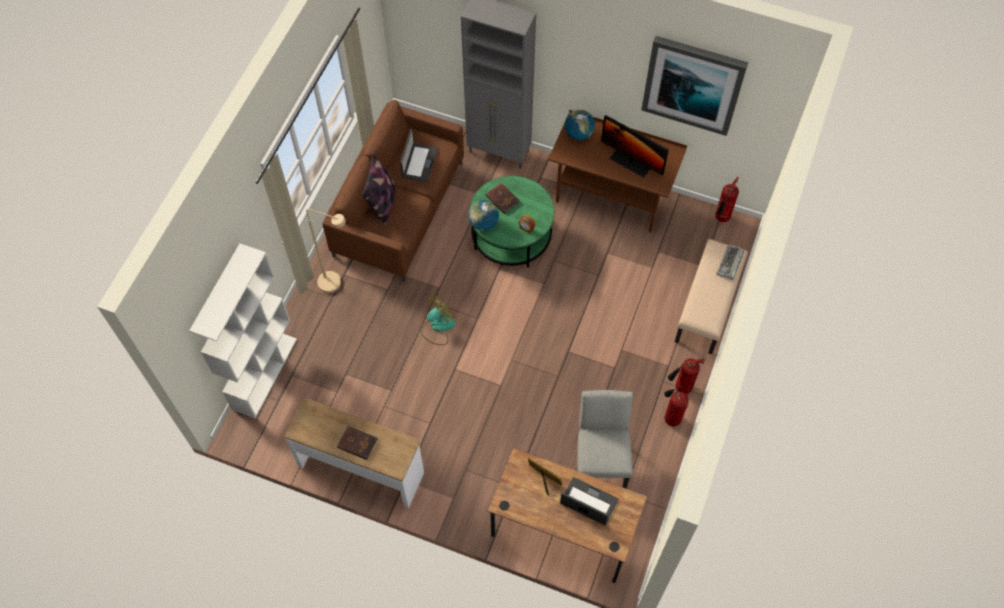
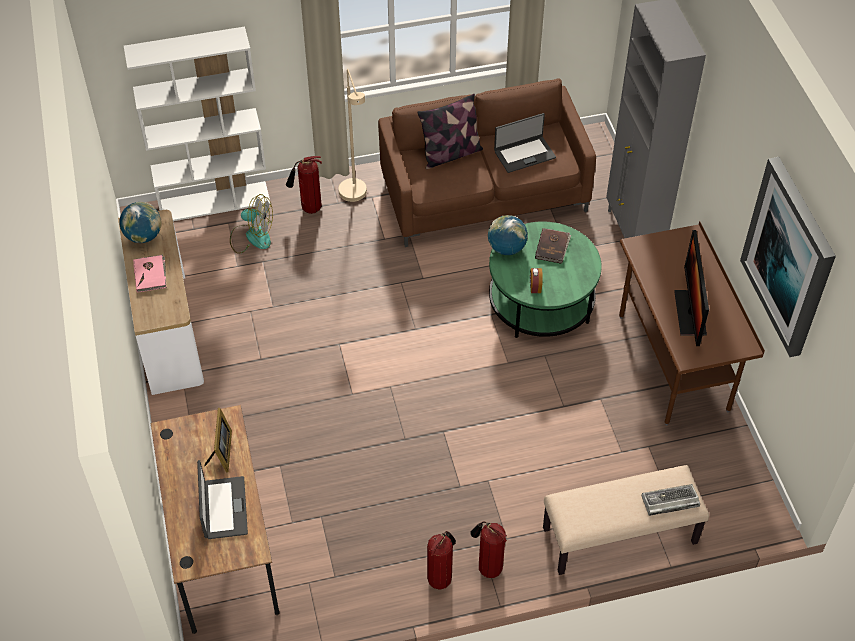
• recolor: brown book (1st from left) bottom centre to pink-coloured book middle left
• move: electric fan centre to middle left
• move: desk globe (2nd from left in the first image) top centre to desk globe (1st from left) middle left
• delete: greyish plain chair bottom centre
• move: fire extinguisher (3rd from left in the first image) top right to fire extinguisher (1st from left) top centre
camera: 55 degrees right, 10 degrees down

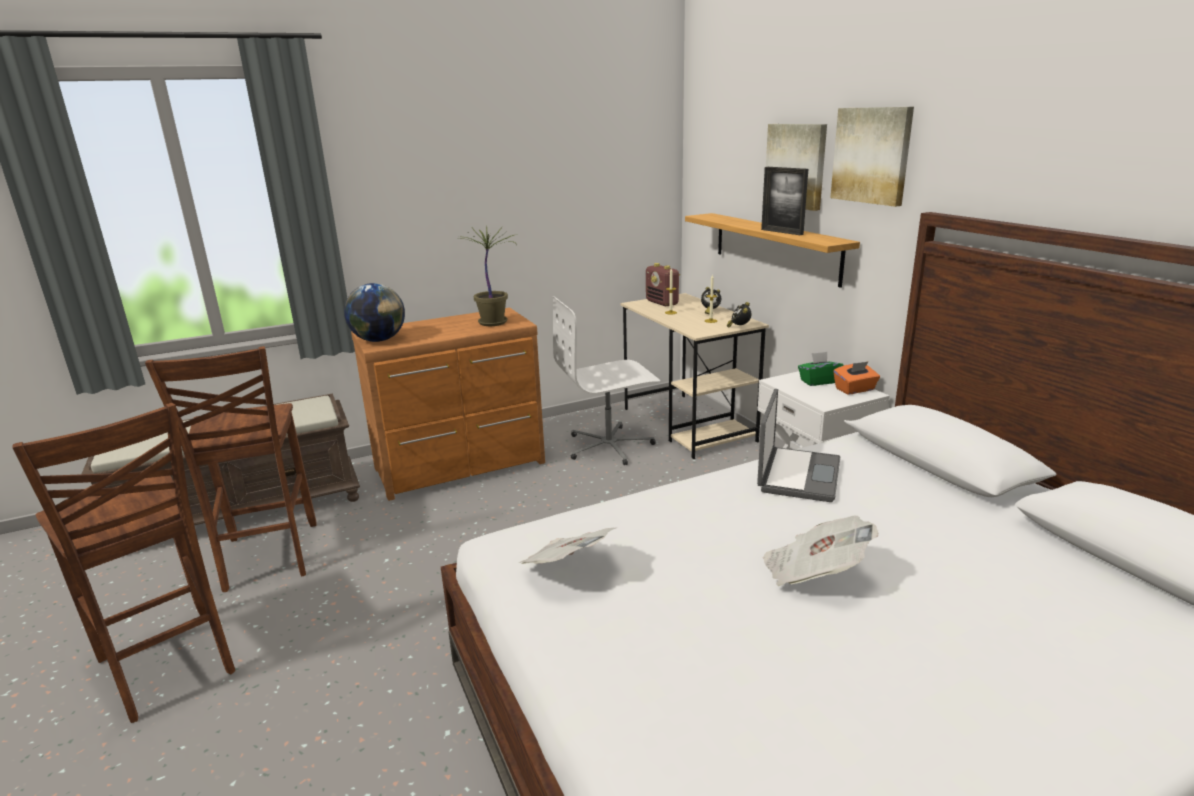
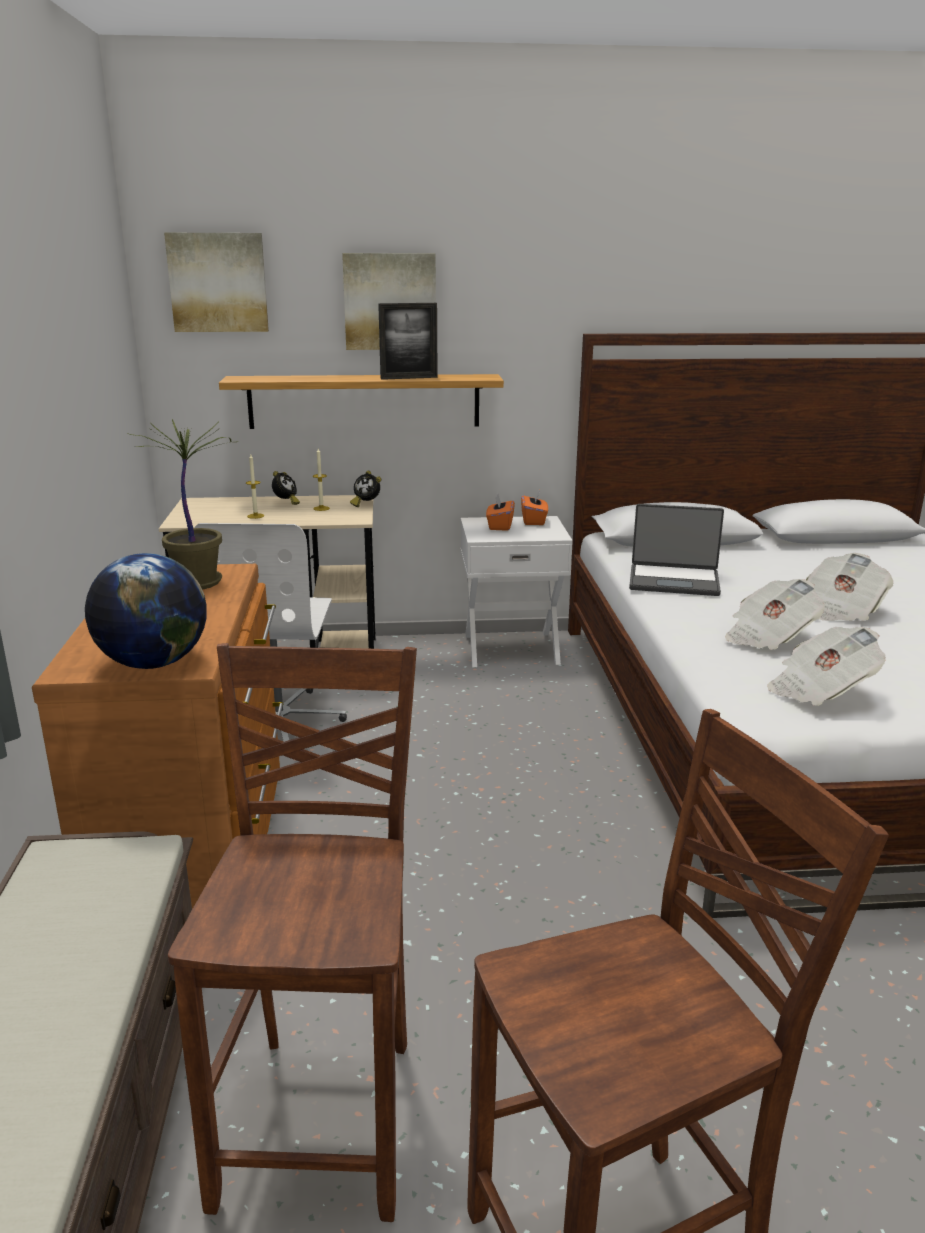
• rotate: brown plain chair (2nd from left in the first image) middle left = bottom left 90 degrees counterclockwise
• delete: radio receiver centre
• rotate: portable computer middle right = middle right 150 degrees clockwise
• recolor: greenish box of tissues middle right to orange-coloured box of tissues (1st from left) centre
• move: wall picture (2nd from left in the first image) top right to wall picture (1st from left) top left
• insert: daily paper (1st from left) middle right
camera: 70 degrees left, 0 degrees up

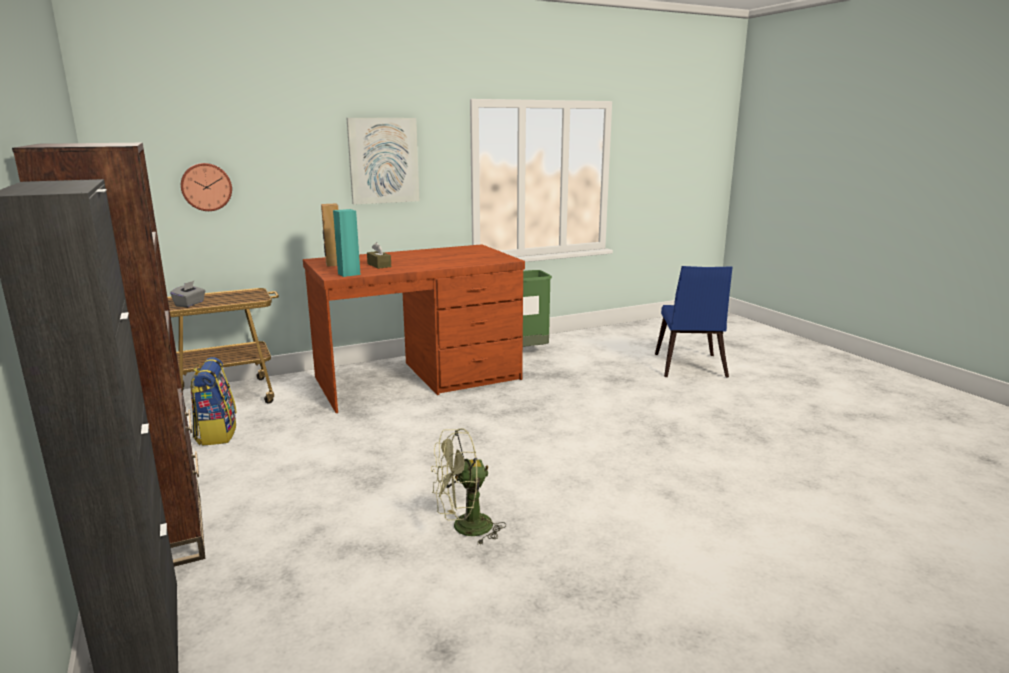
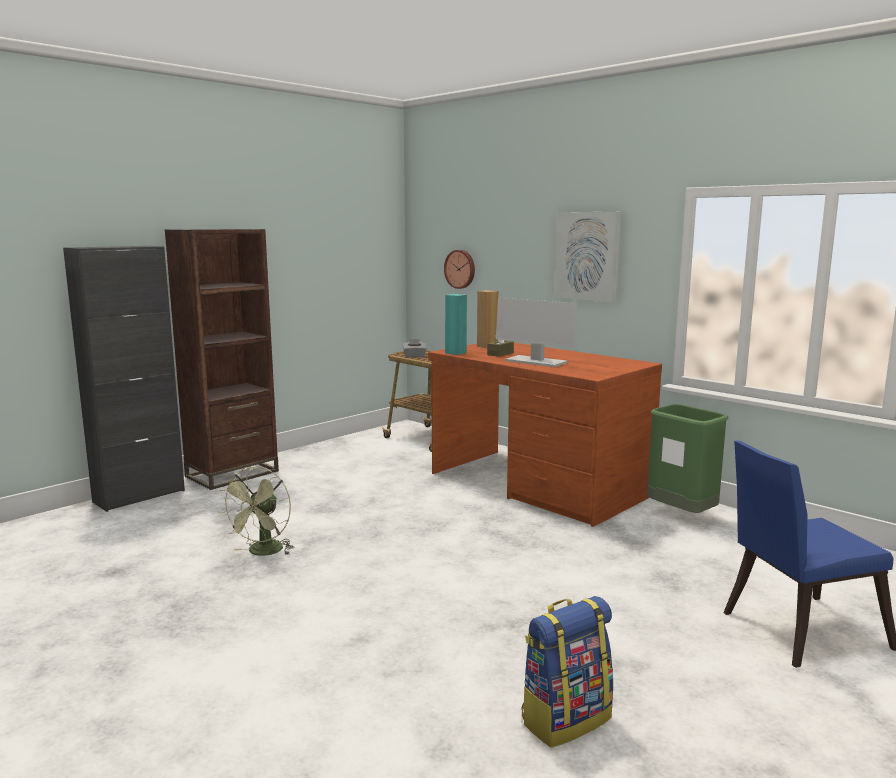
• move: backpack middle left to bottom centre
• rotate: greenish electric fan bottom centre = middle left 120 degrees counterclockwise
• insert: computer screen centre
camera: 70 degrees right, 5 degrees down

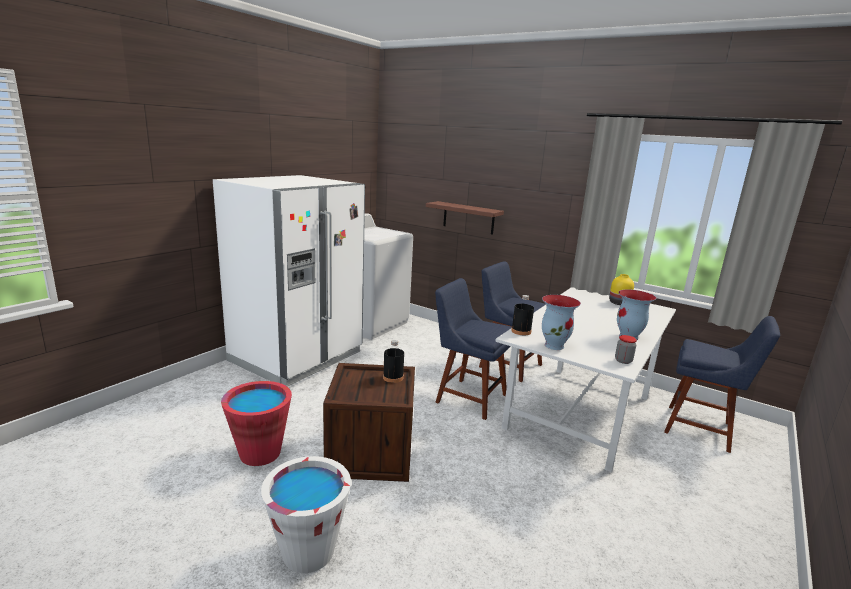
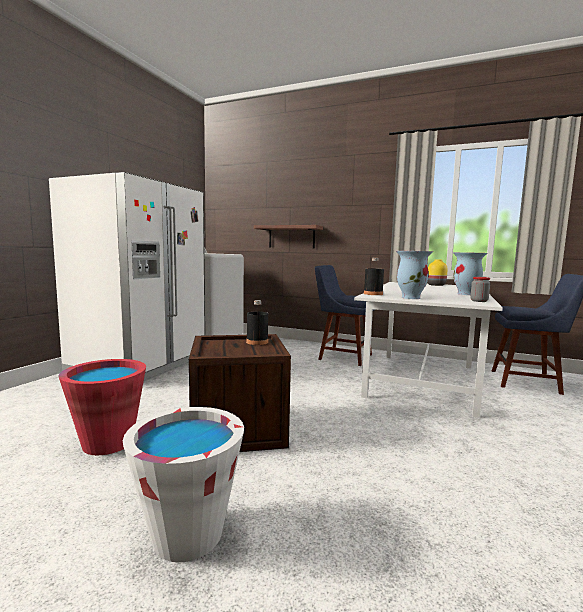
• delete: bluish plain chair (1st from left) centre
camera: 10 degrees left, 10 degrees down

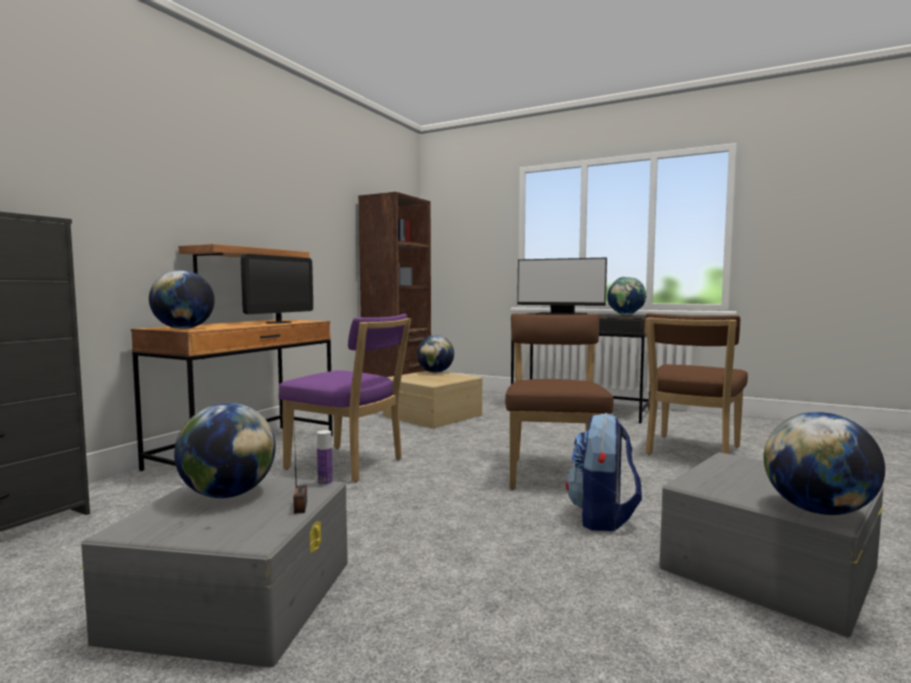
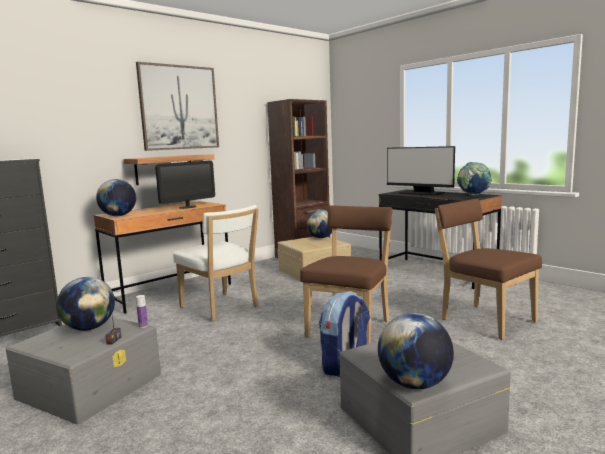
• recolor: purple-coloured plain chair centre to whitish plain chair centre
• rotate: brown plain chair (2nd from left) middle right = middle right 90 degrees clockwise
• insert: wall picture top left
camera: 20 degrees right, 5 degrees up

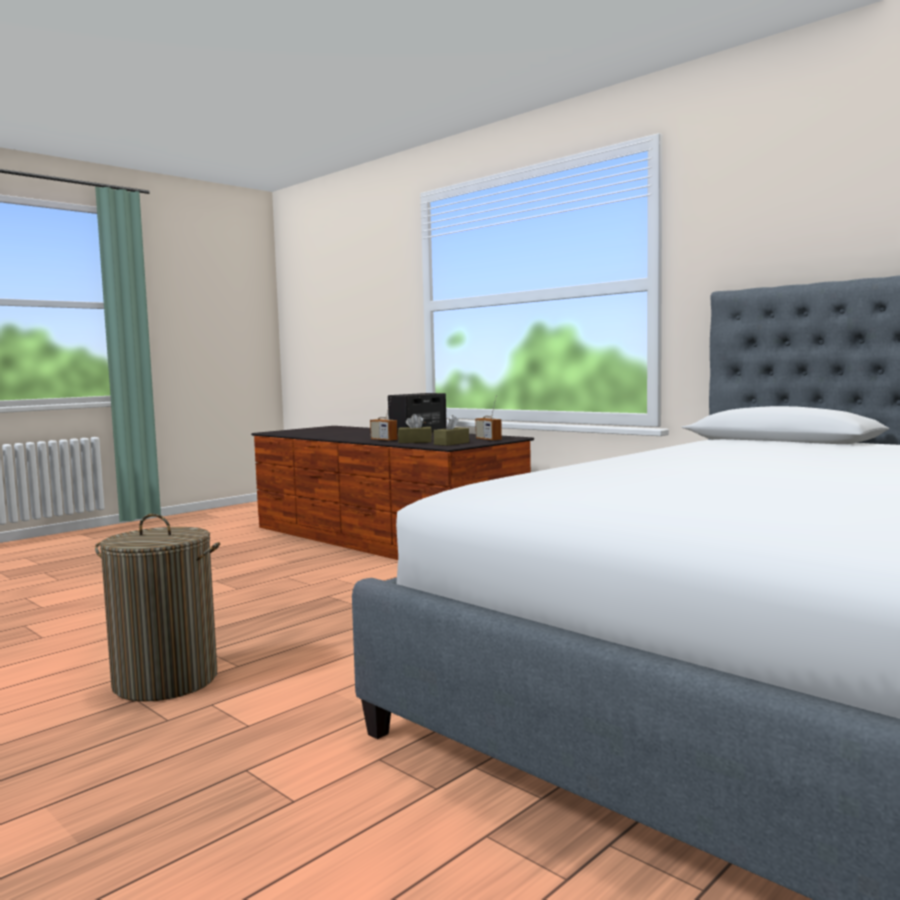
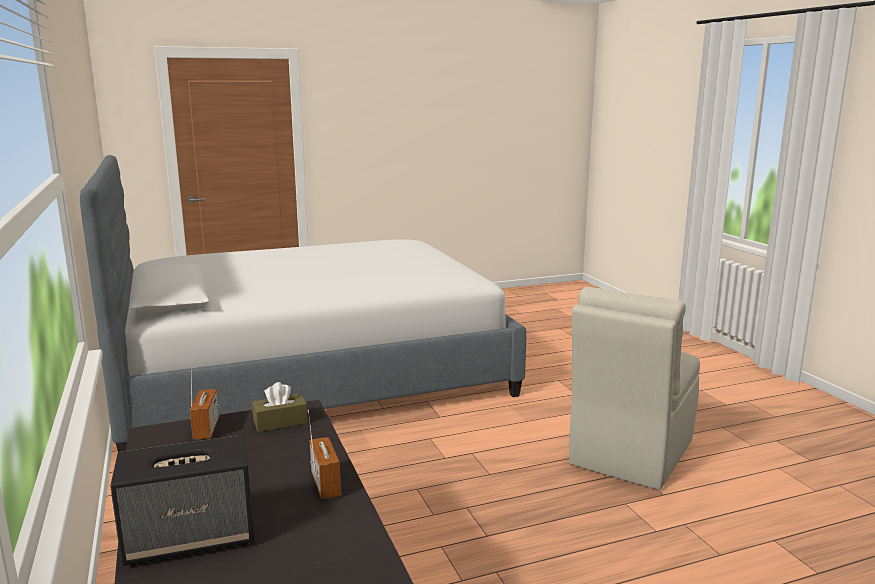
• replace: washing basket bottom left to beige-coloured plain chair middle right
• delete: brown box of tissues (1st from left) centre
camera: 155 degrees left, 10 degrees up

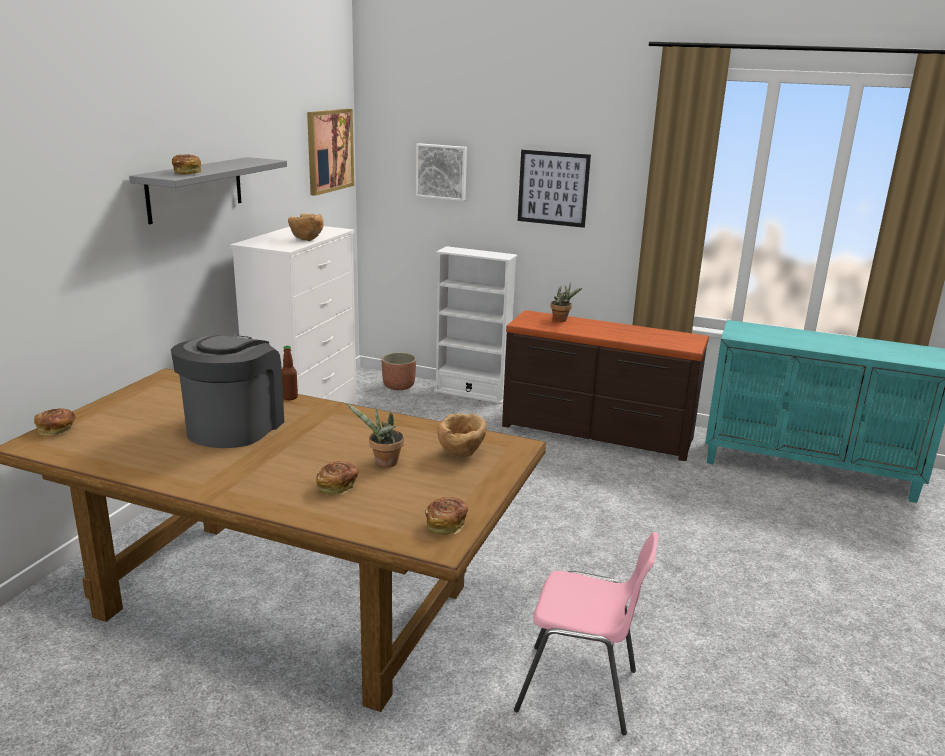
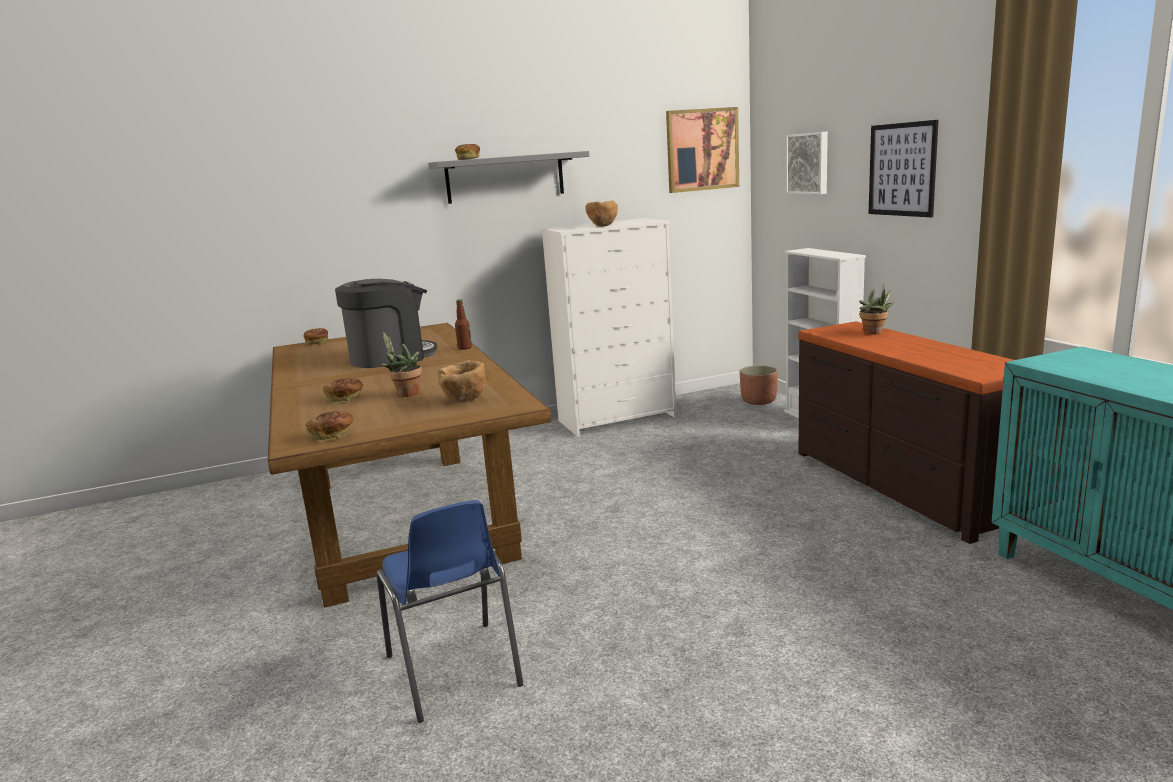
• recolor: pink-coloured plain chair bottom centre to bluish plain chair bottom centre
camera: 50 degrees right, 5 degrees down

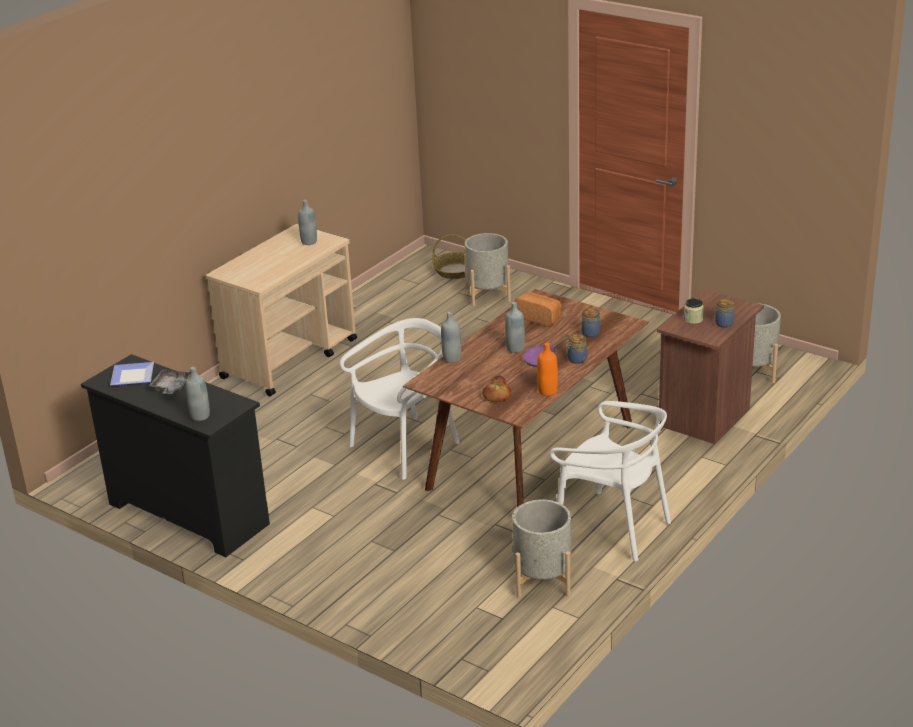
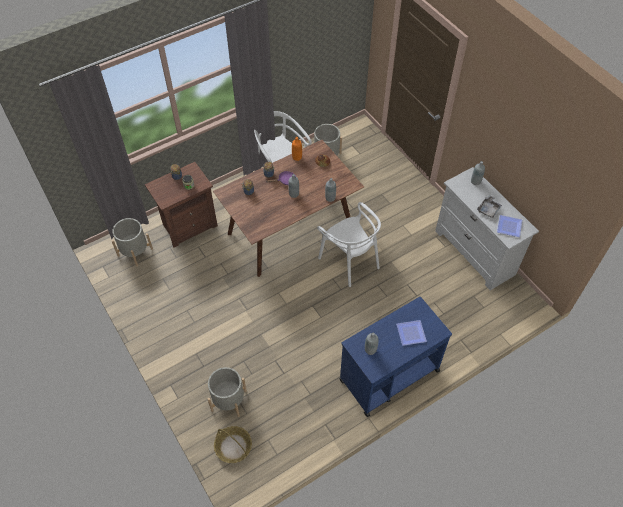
• recolor: black-coloured drawer chest middle left to whitish drawer chest middle right
• recolor: beige-coloured wheeled cart middle left to bluish wheeled cart bottom centre
• rotate: whitish plain chair (1st from left in the first image) centre = centre 105 degrees counterclockwise
• delete: baked bread (2nd from left) centre
• insert: plate (1st from left) centre
camera: 160 degrees left, 25 degrees up

